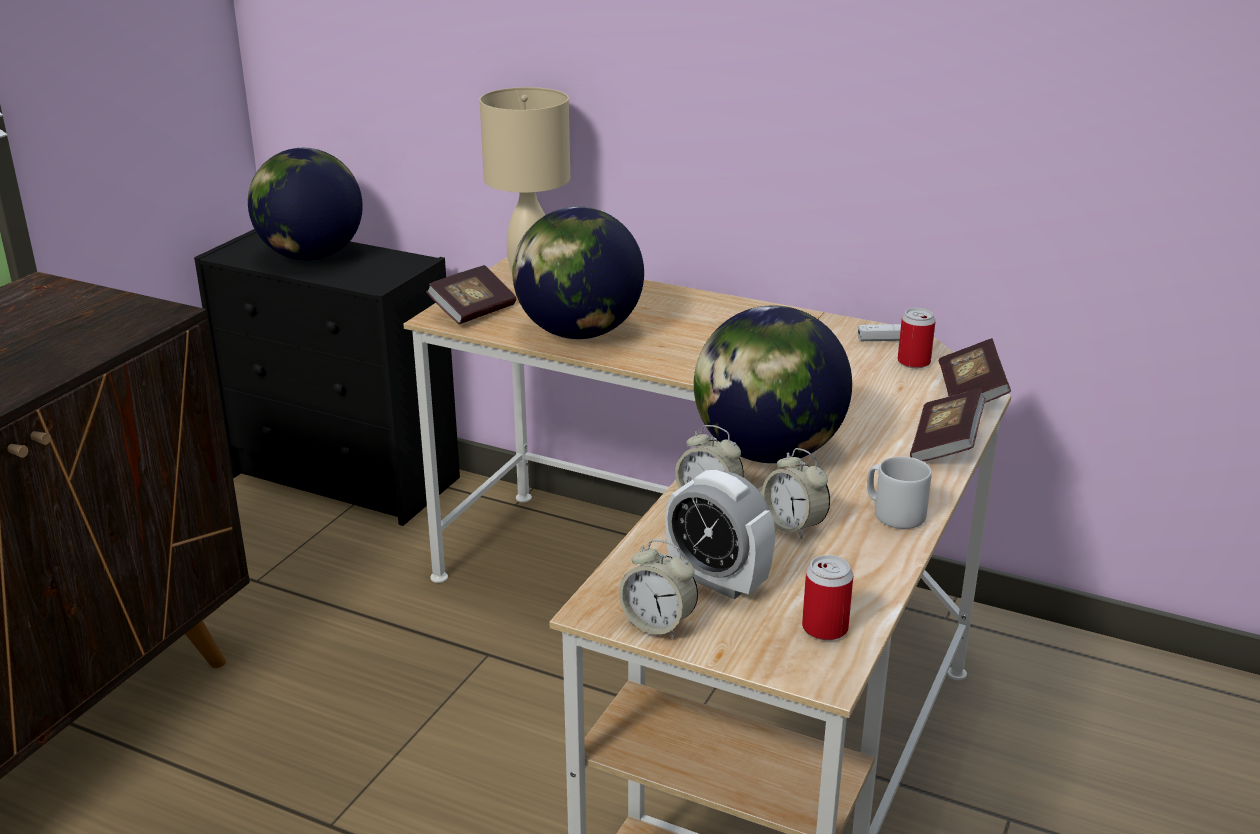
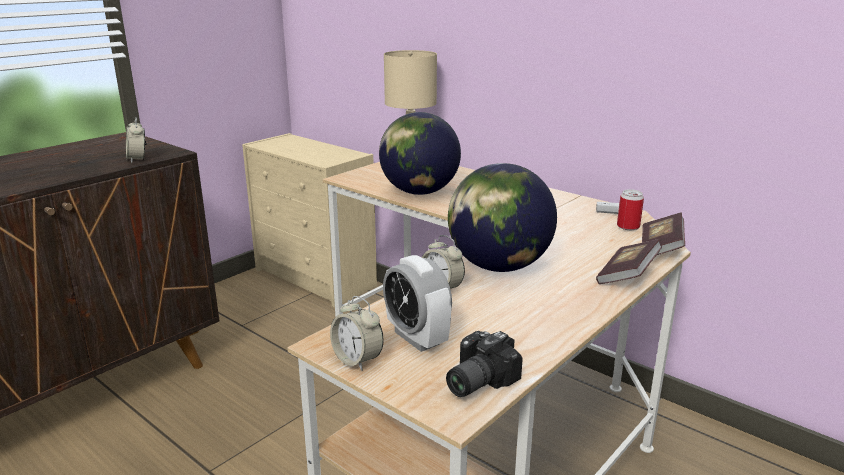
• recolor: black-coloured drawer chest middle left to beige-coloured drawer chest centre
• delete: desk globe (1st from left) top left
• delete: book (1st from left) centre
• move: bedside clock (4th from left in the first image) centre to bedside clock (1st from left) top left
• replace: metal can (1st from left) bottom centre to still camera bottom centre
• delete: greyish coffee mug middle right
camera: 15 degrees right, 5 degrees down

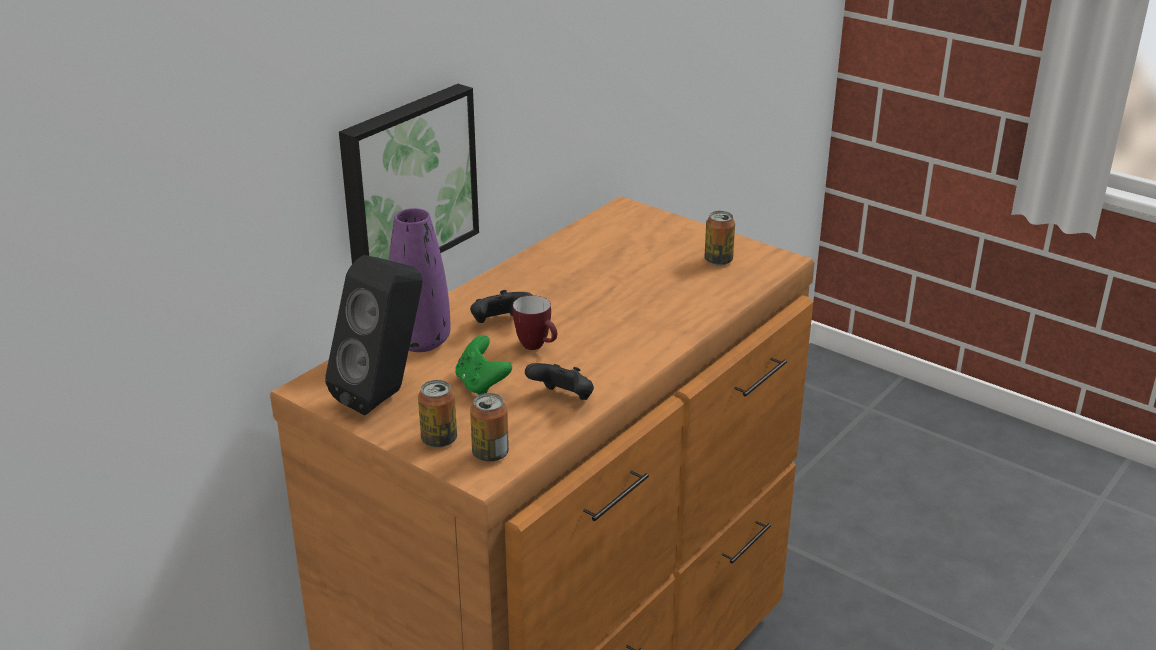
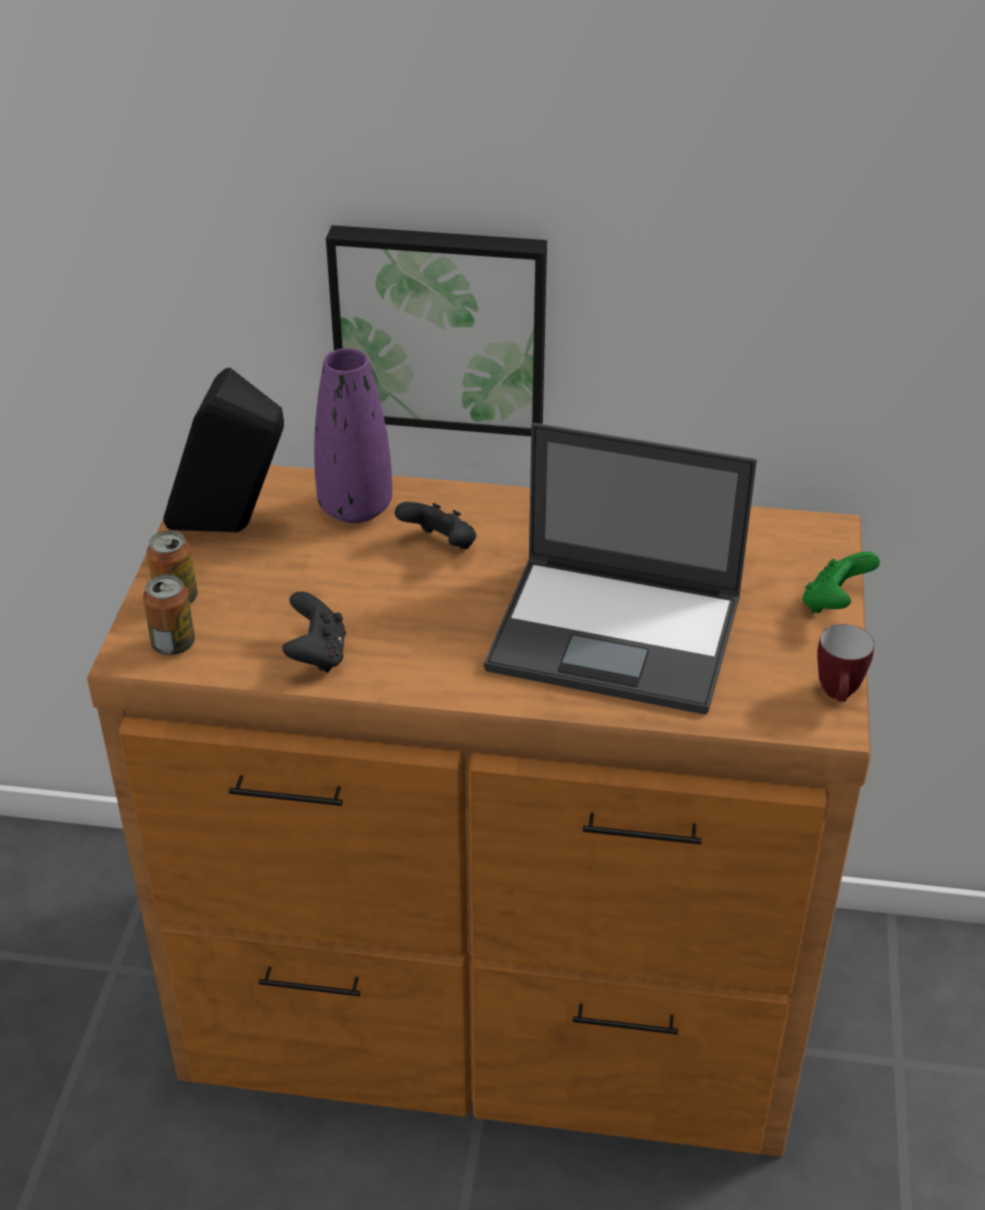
• move: greenish gamepad centre to middle right
• move: coffee mug centre to middle right
• delete: metal can (3rd from left) centre
• insert: portable computer centre
camera: 60 degrees right, 10 degrees up

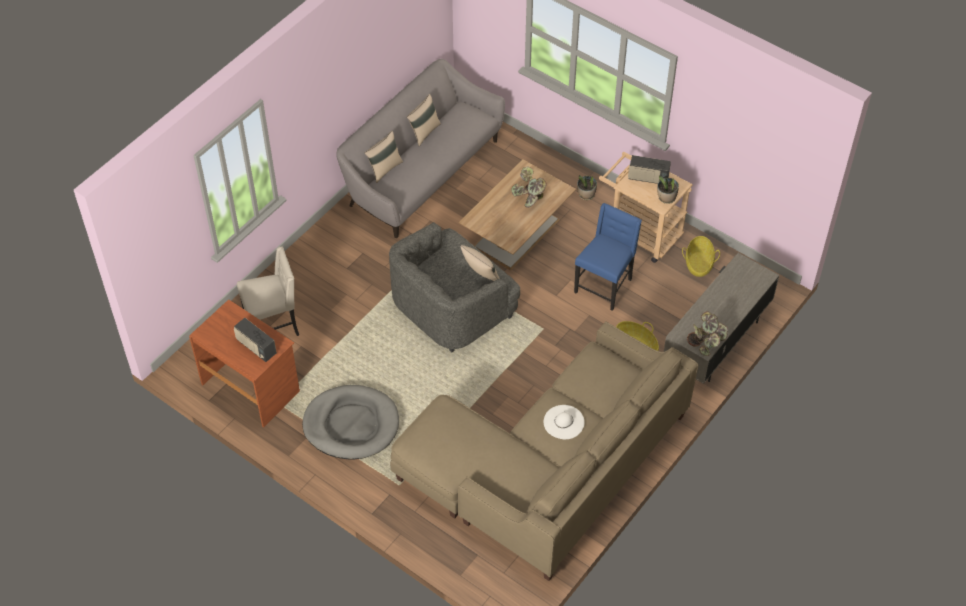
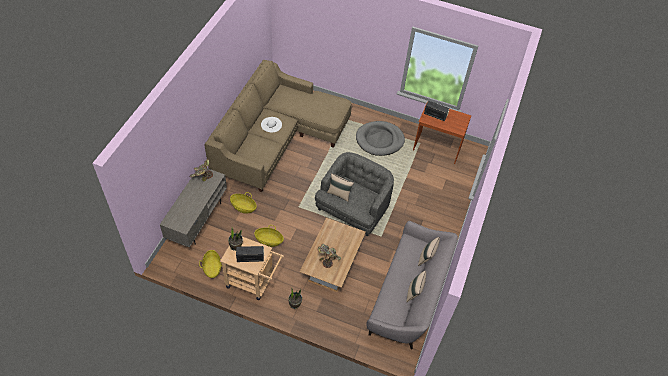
• delete: beige-coloured plain chair middle left
• replace: bluish plain chair centre to storage basket (3rd from left) centre
camera: 160 degrees right, 0 degrees up

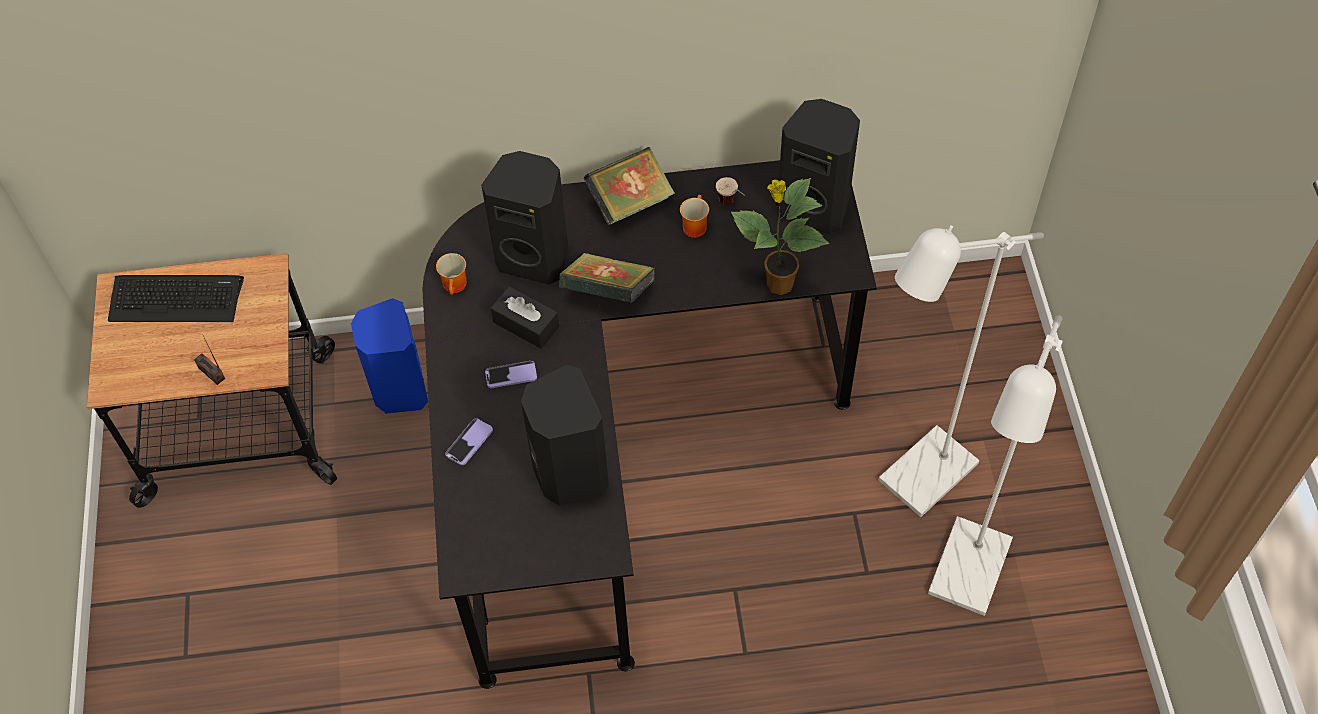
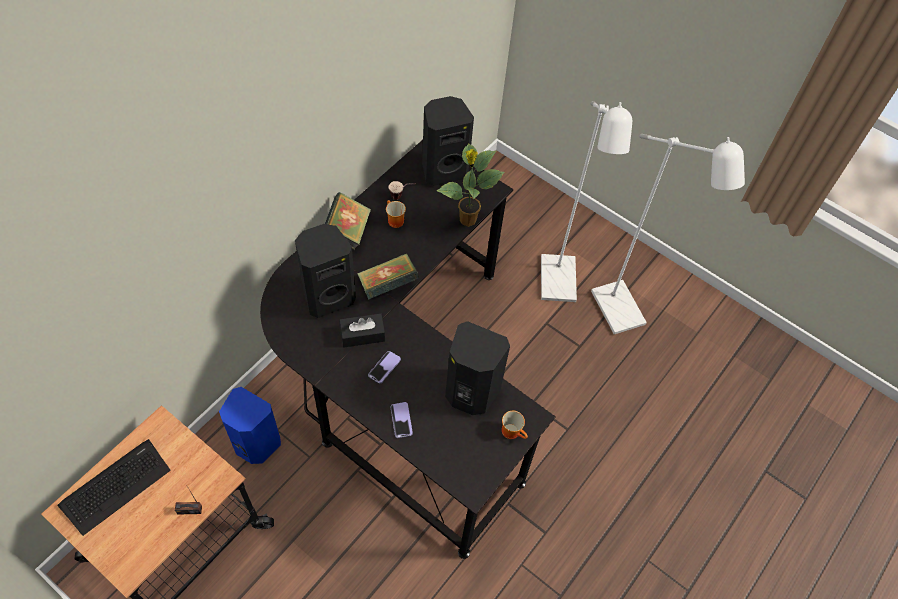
• move: coffee mug (1st from left in the first image) centre to coffee mug (2nd from left) bottom centre
camera: 50 degrees left, 0 degrees up

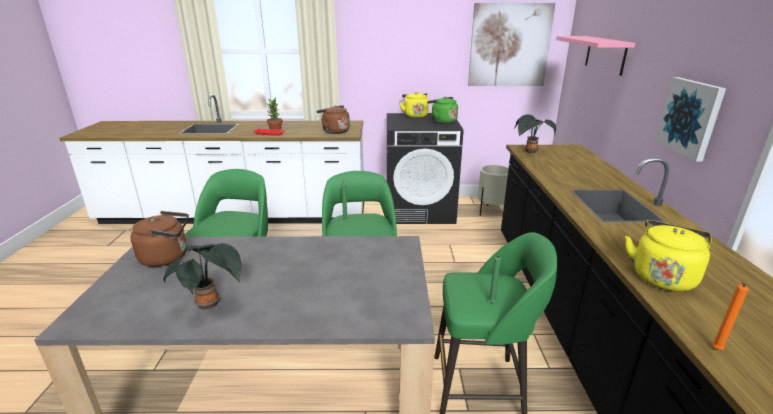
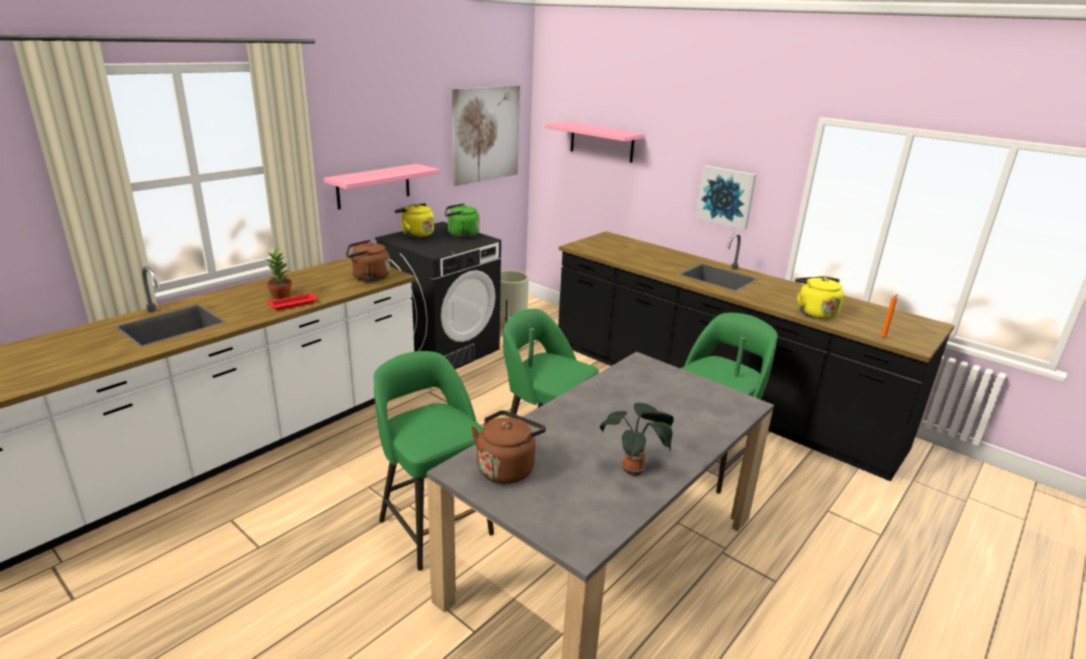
• delete: potted plant (3rd from left) top right
• insert: pink-coloured wall shelf (1st from left) top centre
camera: 50 degrees left, 0 degrees up

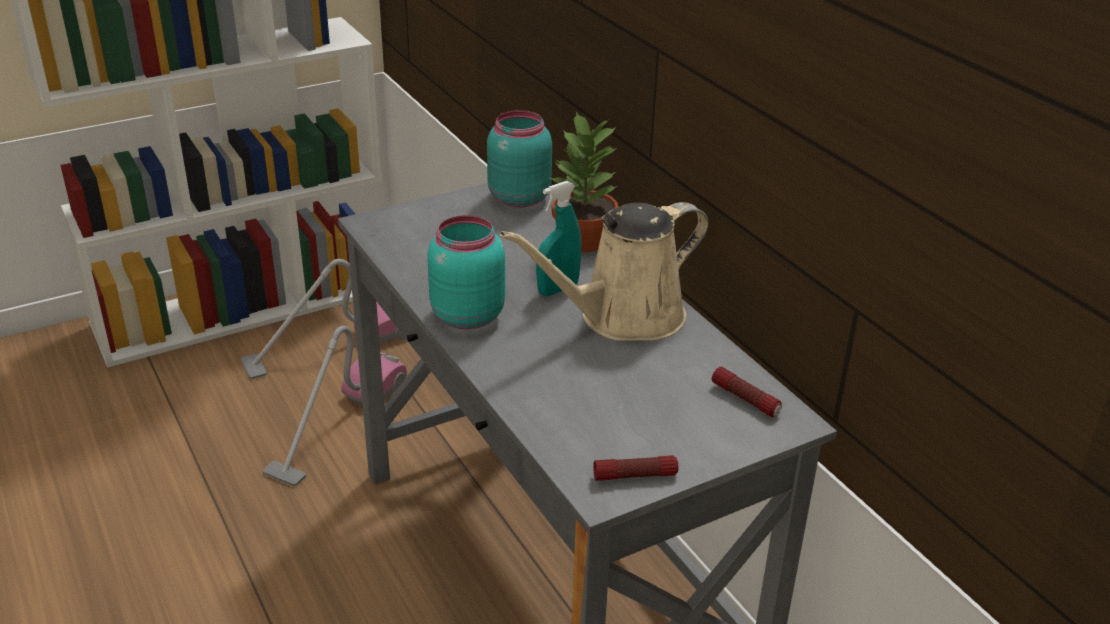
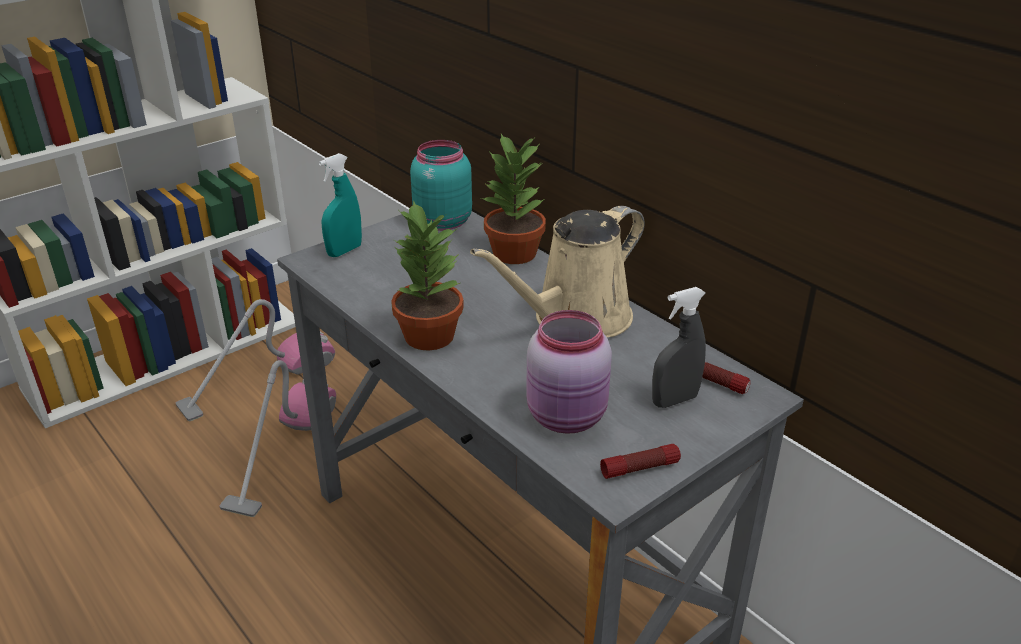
• replace: turquoise jar (1st from left) centre to potted plant (1st from left) centre
• move: turquoise hand sprayer centre to top left
• insert: pink-coloured jar centre
• insert: greyish hand sprayer centre
camera: 10 degrees left, 0 degrees up

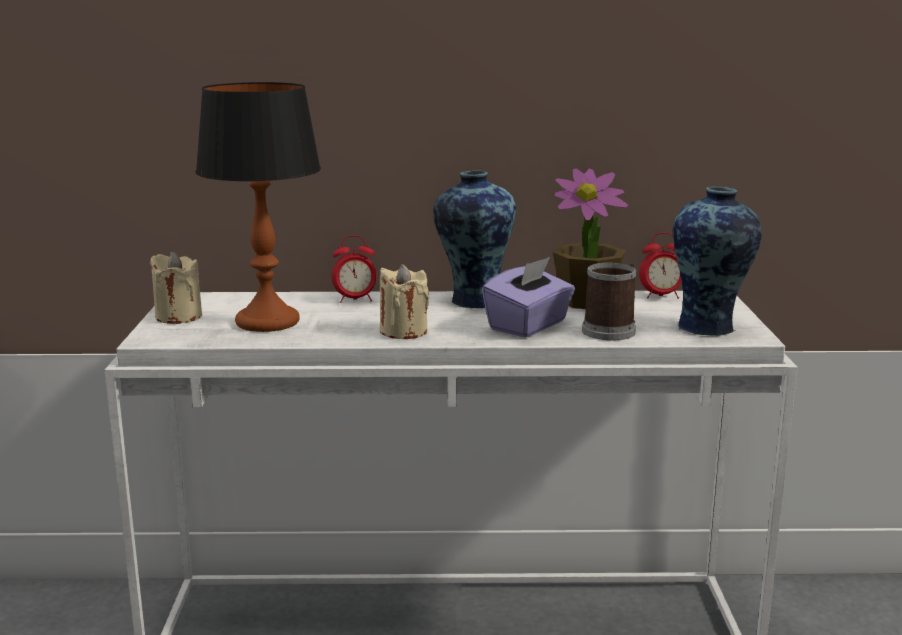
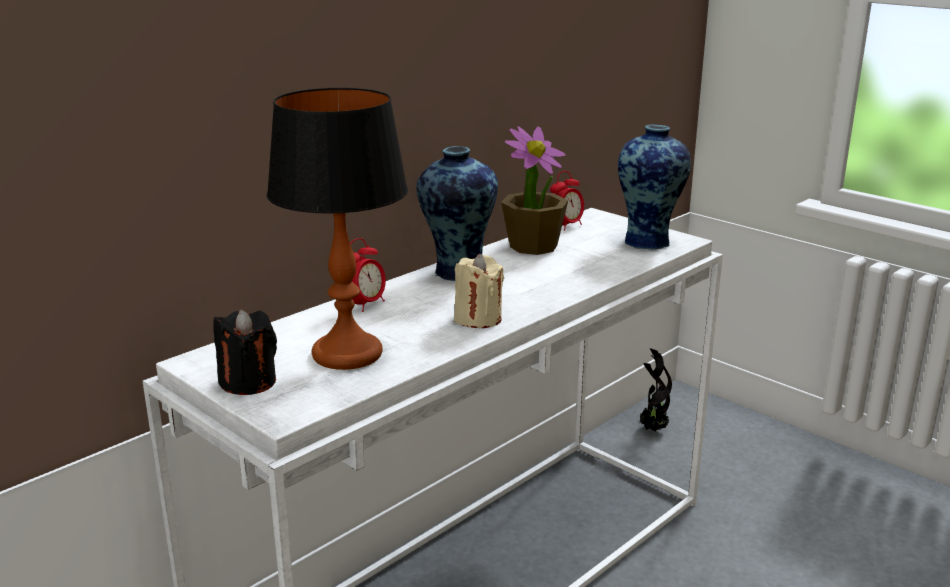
• recolor: beige-coloured wax light (1st from left) middle left to black-coloured wax light middle left
• delete: purple-coloured box of tissues centre
• delete: coffee mug middle right
• insert: potted plant (2nd from left) middle right
camera: 45 degrees left, 5 degrees up

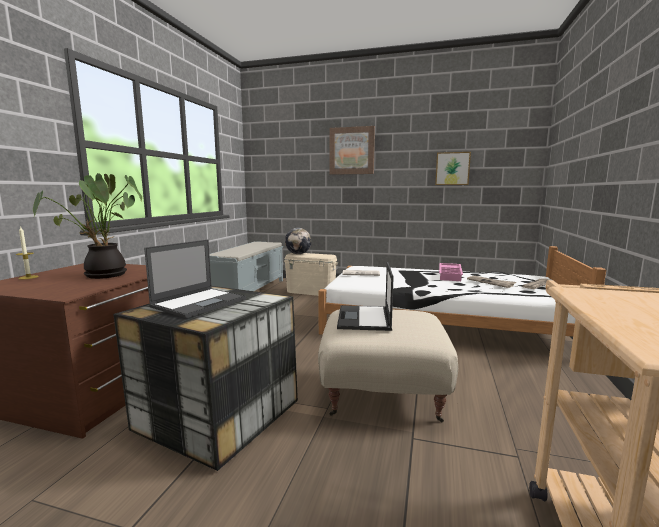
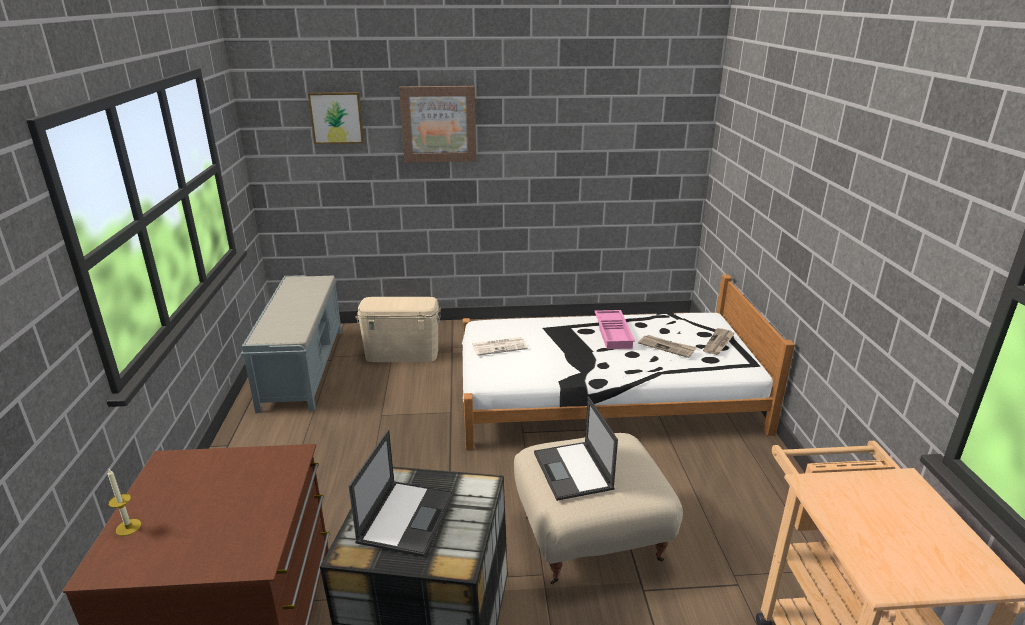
• delete: potted plant middle left
• delete: desk globe centre
• move: wall picture (2nd from left in the first image) top right to wall picture (1st from left) top left
camera: 20 degrees left, 15 degrees up

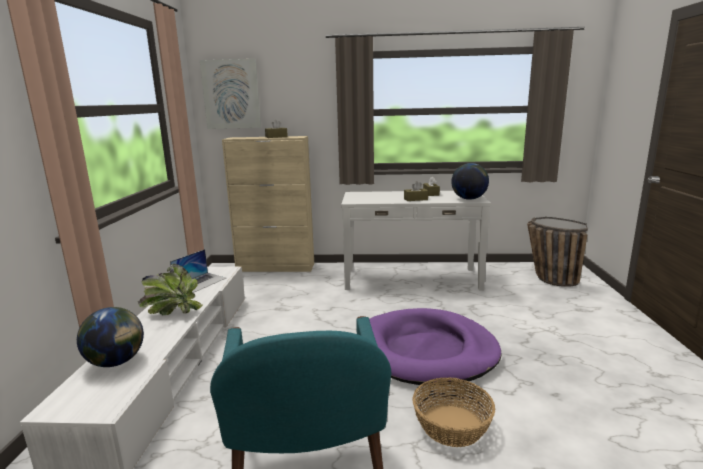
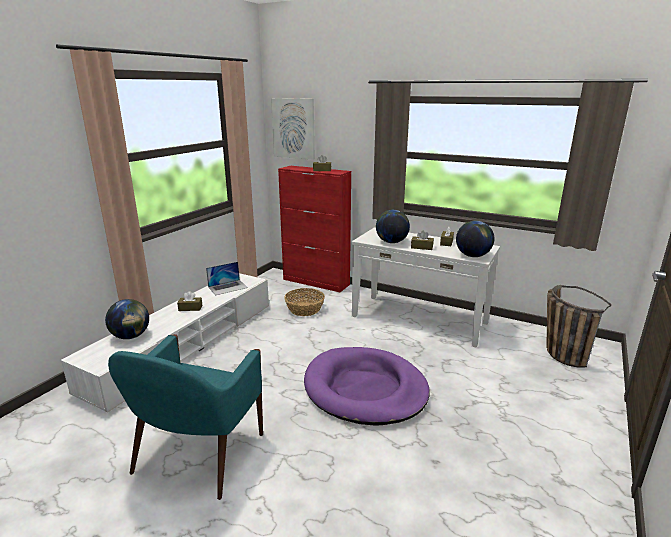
• replace: potted plant middle left to brown box of tissues (1st from left) middle left
• recolor: beige-coloured cupboard centre to red cupboard centre
• move: storage basket (1st from left) bottom centre to centre
• insert: desk globe (2nd from left) centre
camera: 25 degrees right, 5 degrees up

